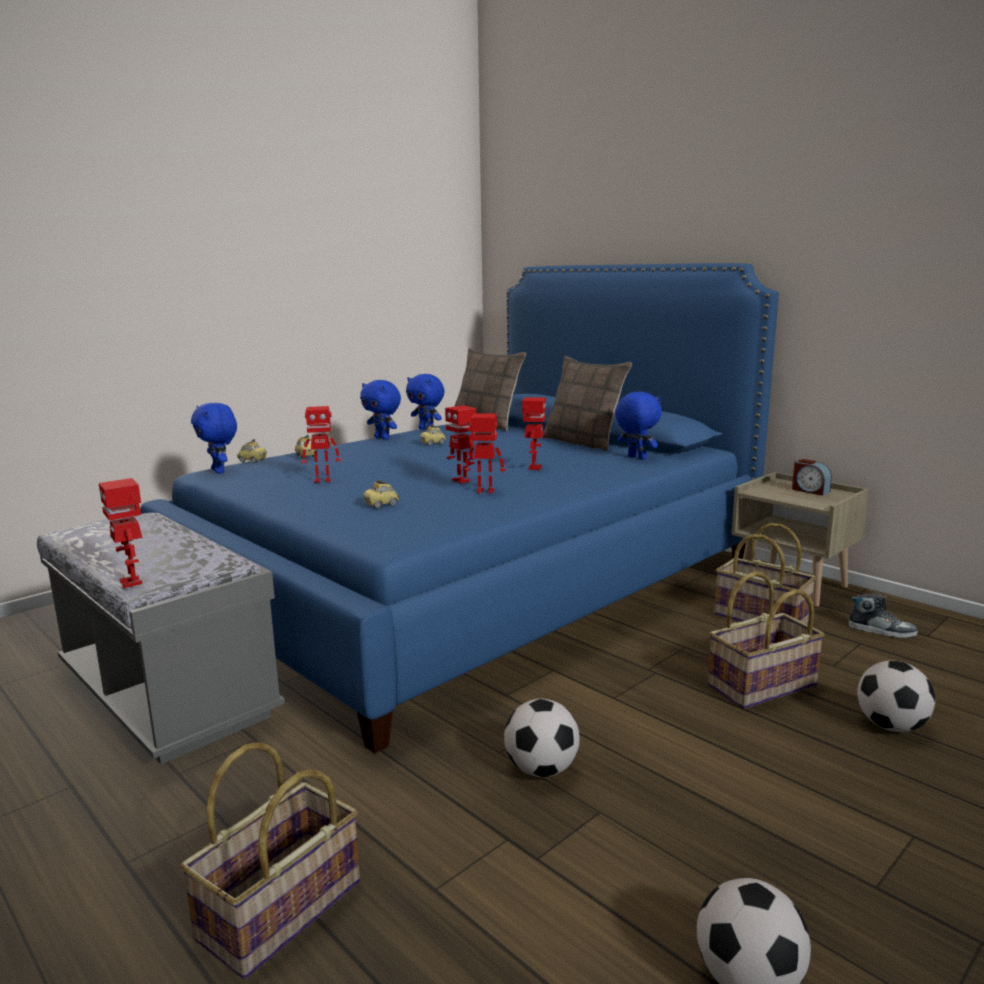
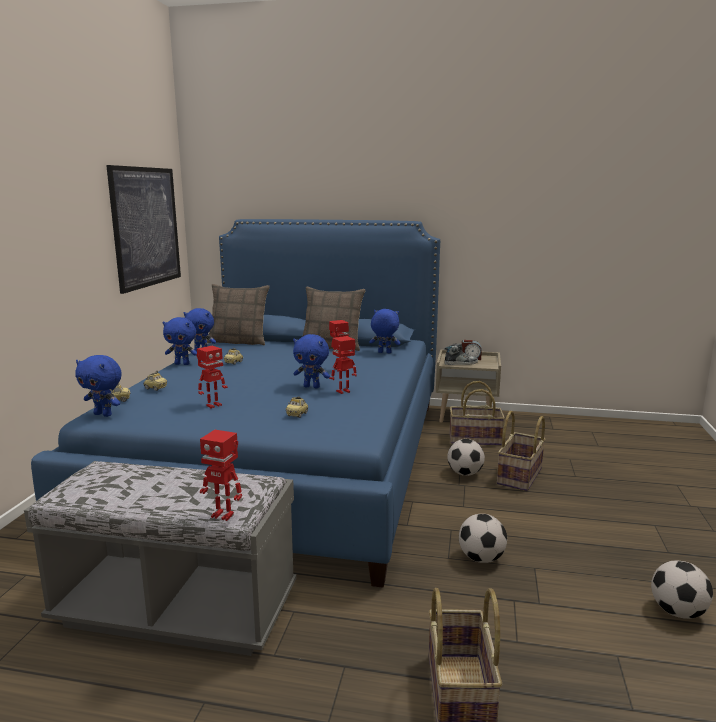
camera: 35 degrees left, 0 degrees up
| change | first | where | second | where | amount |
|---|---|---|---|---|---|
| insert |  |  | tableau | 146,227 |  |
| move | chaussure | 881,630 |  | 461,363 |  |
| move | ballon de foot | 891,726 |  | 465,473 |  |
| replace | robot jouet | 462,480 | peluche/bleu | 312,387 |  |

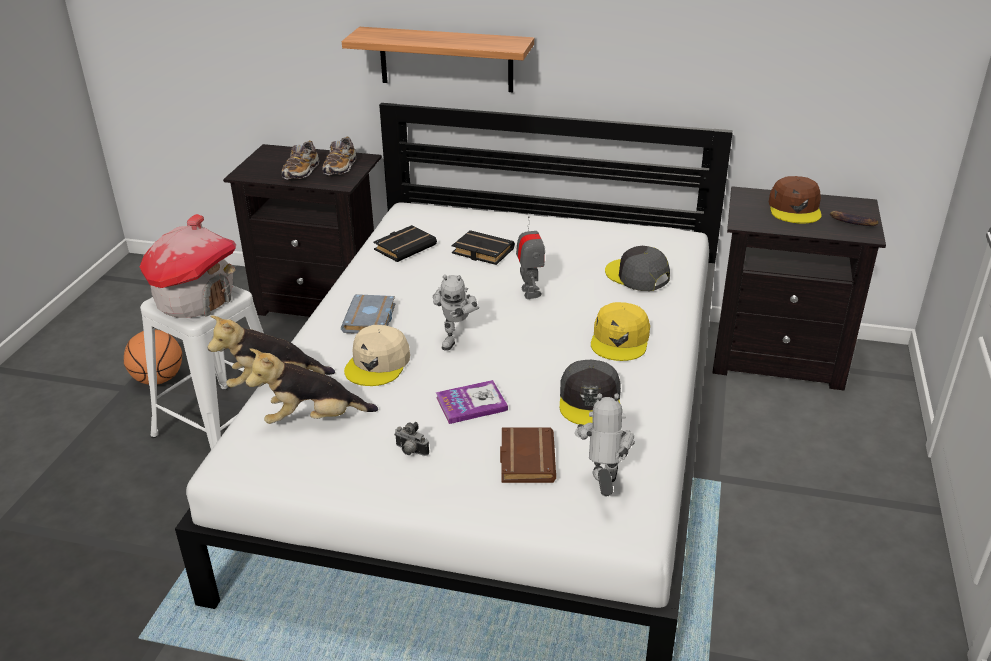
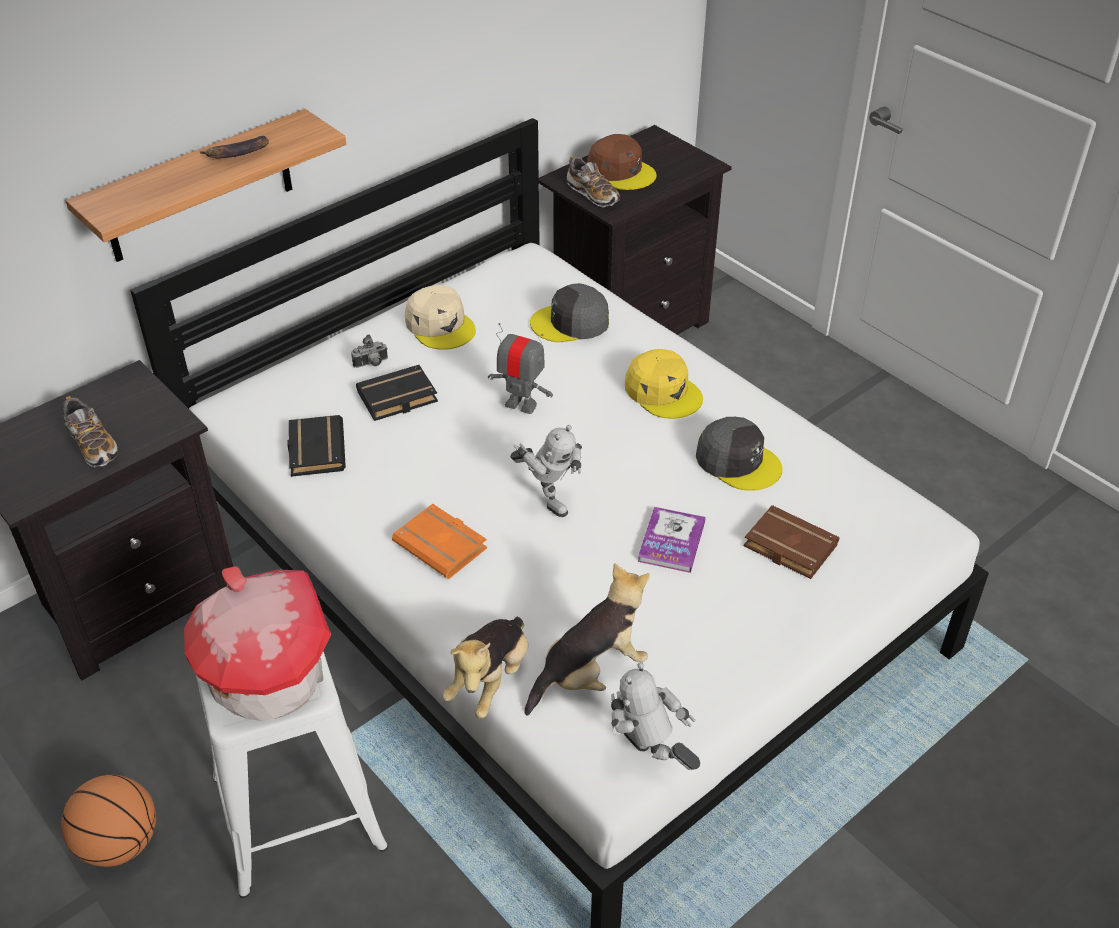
camera: 55 degrees left, 10 degrees up
| change | first | where | second | where | amount |
|---|---|---|---|---|---|
| move | chaussure | 340,167 |  | 593,194 |  |
| move | casquette/beige | 378,363 |  | 440,325 |  |
| move | appareil photo | 410,451 |  | 371,364 |  |
| move | robot jouet | 603,487 |  | 649,759 |  |
| move | banane | 851,222 |  | 237,154 |  |
| recolor | livre/gris | 371,320 | livre/orange | 443,546 |  |
| rotate | peluche | 313,419 |  | 591,673 | 150 degrees counterclockwise |

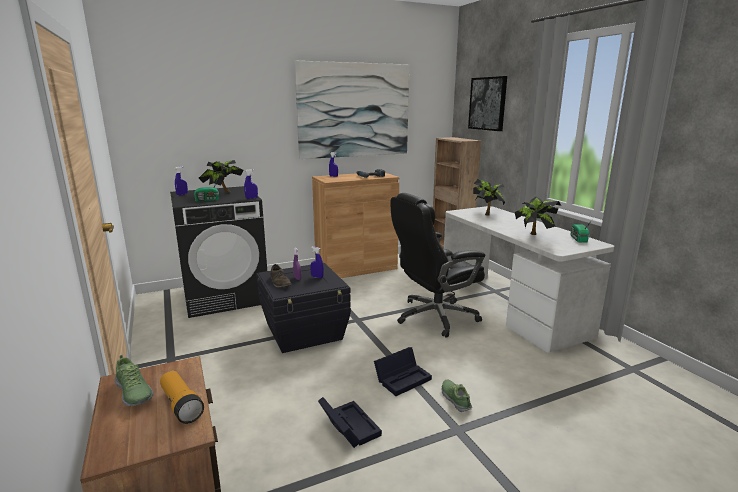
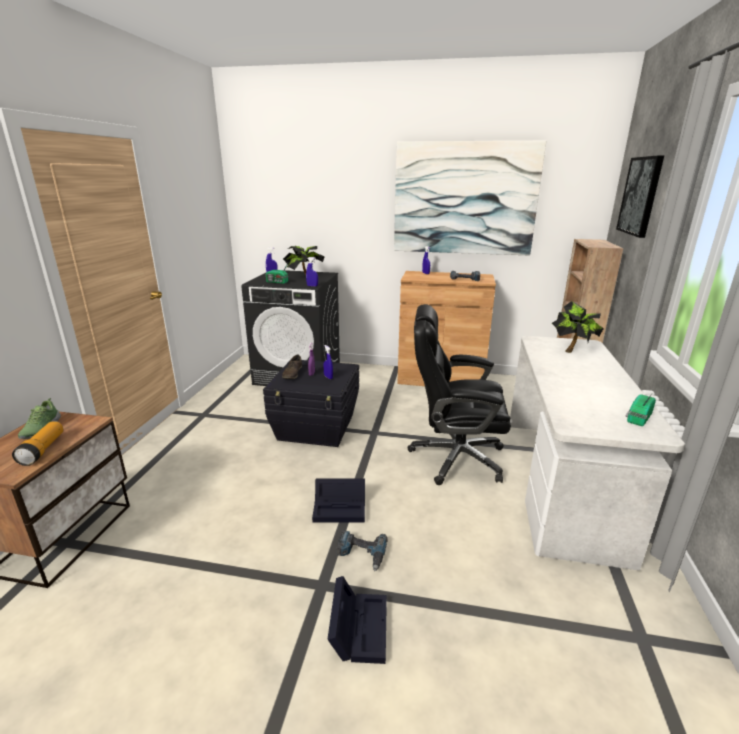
camera: 35 degrees right, 5 degrees up
| change | first | where | second | where | amount |
|---|---|---|---|---|---|
| delete | plante en pot | 534,236 |  |  |  |
| move | boîte de rangement/noir | 348,426 |  | 359,626 |  |
| replace | chaussure | 455,399 | perceuse | 361,554 |  |

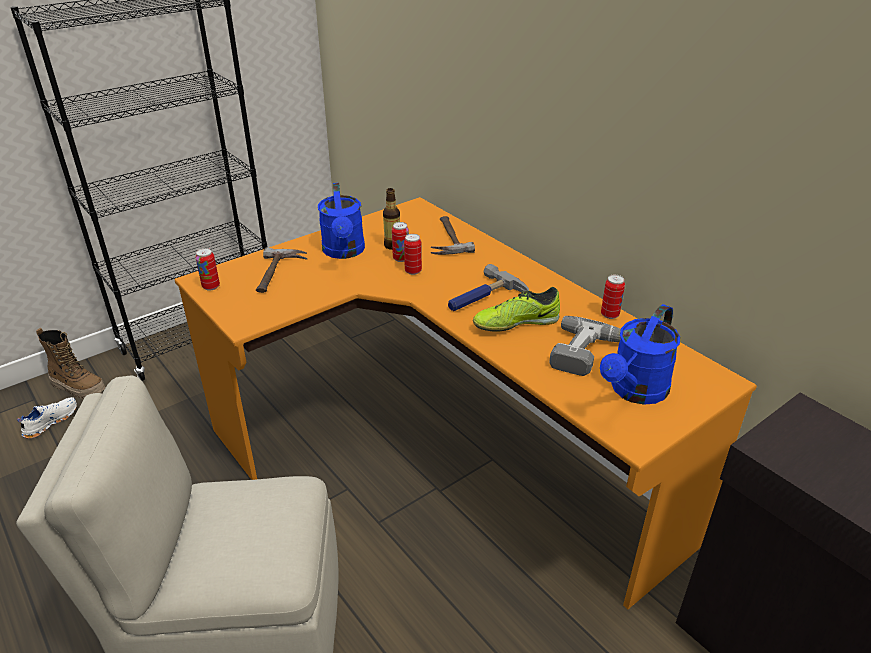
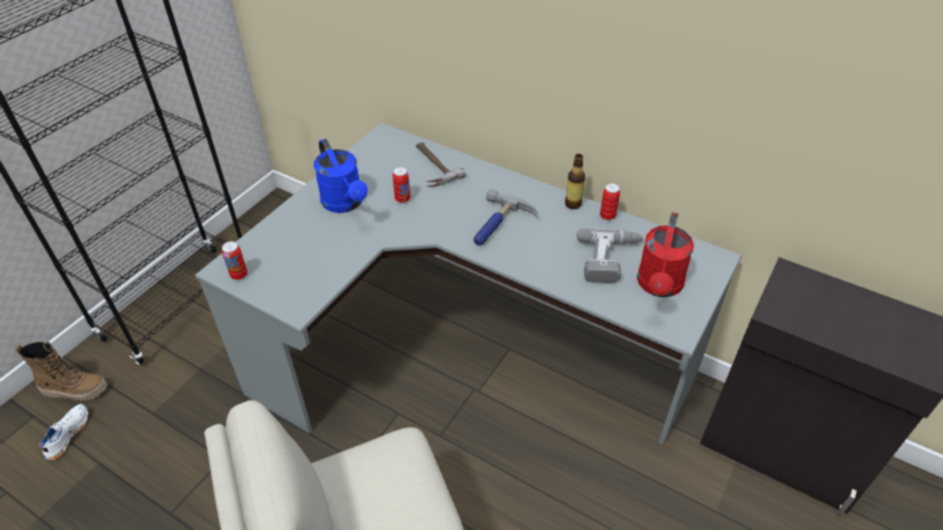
camera: 20 degrees left, 10 degrees up
| change | first | where | second | where | amount |
|---|---|---|---|---|---|
| delete | marteau | 279,274 |  |  |  |
| delete | boîte métallique | 413,271 |  |  |  |
| delete | chaussure | 515,323 |  |  |  |
| move | bouteille | 392,245 |  | 573,204 |  |
| recolor | bureau/orange | 443,449 | bureau/gris | 464,351 |  |
| recolor | arrosoir/bleu | 635,392 | arrosoir/rouge | 659,286 |  |

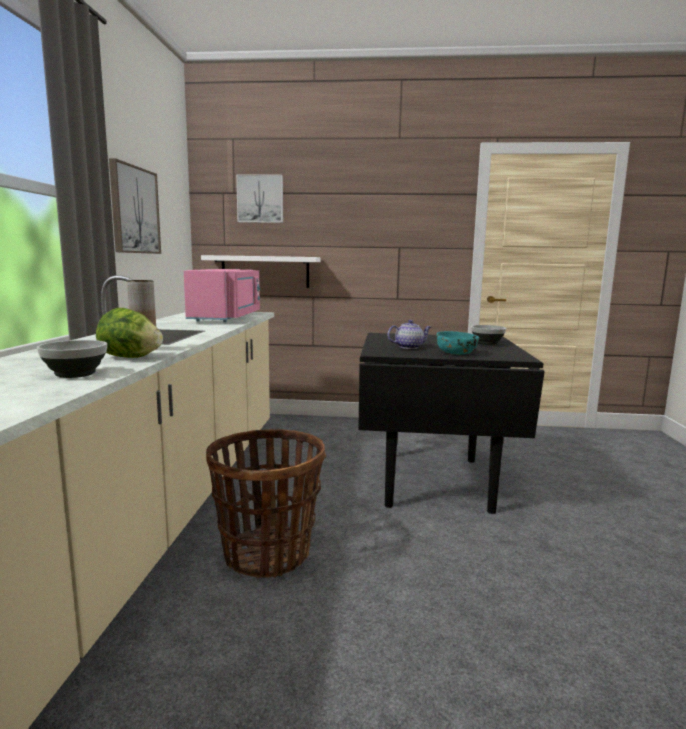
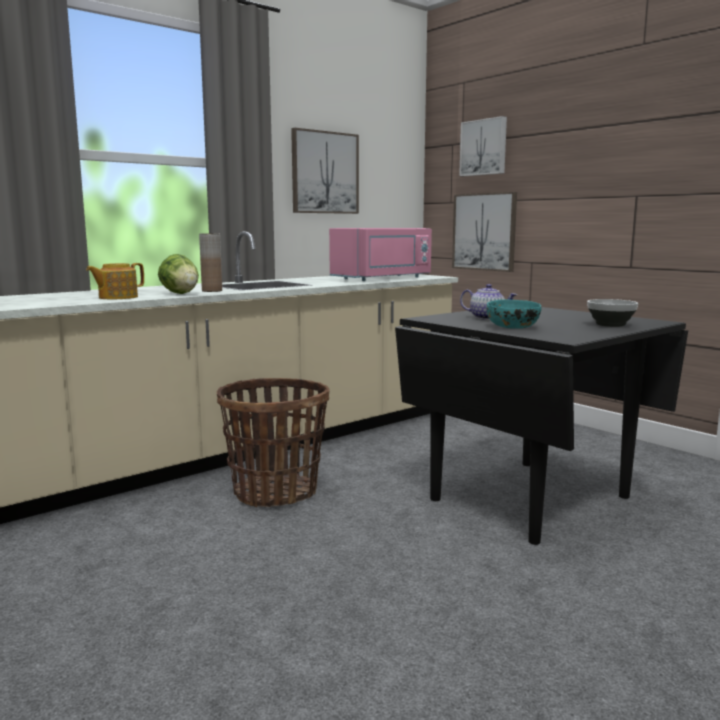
camera: 45 degrees right, 0 degrees up
| change | first | where | second | where | amount |
|---|---|---|---|---|---|
| replace | bol | 75,374 | théière | 117,297 |  |
| replace | étagère/blanc | 265,271 | tableau | 484,232 |  |

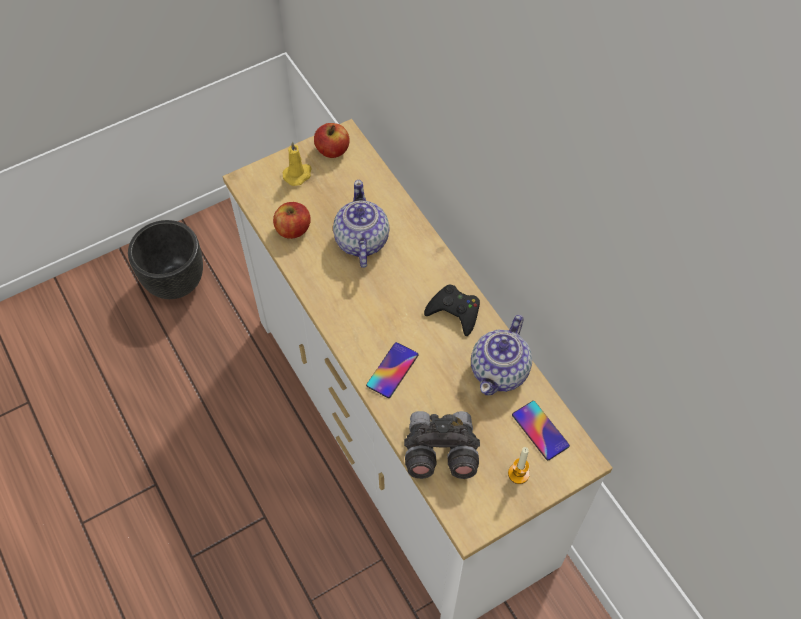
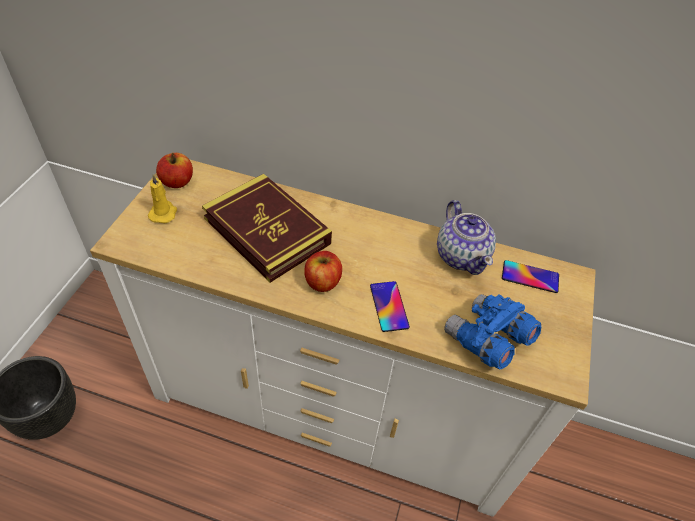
camera: 45 degrees left, 10 degrees down
| change | first | where | second | where | amount |
|---|---|---|---|---|---|
| delete | manette/noir | 454,312 |  |  |  |
| delete | bougie | 518,473 |  |  |  |
| move | pomme | 293,229 |  | 322,282 |  |
| replace | théière | 361,241 | livre | 267,231 |  |
| recolor | jumelles/gris | 439,452 | jumelles/bleu | 487,341 |  |

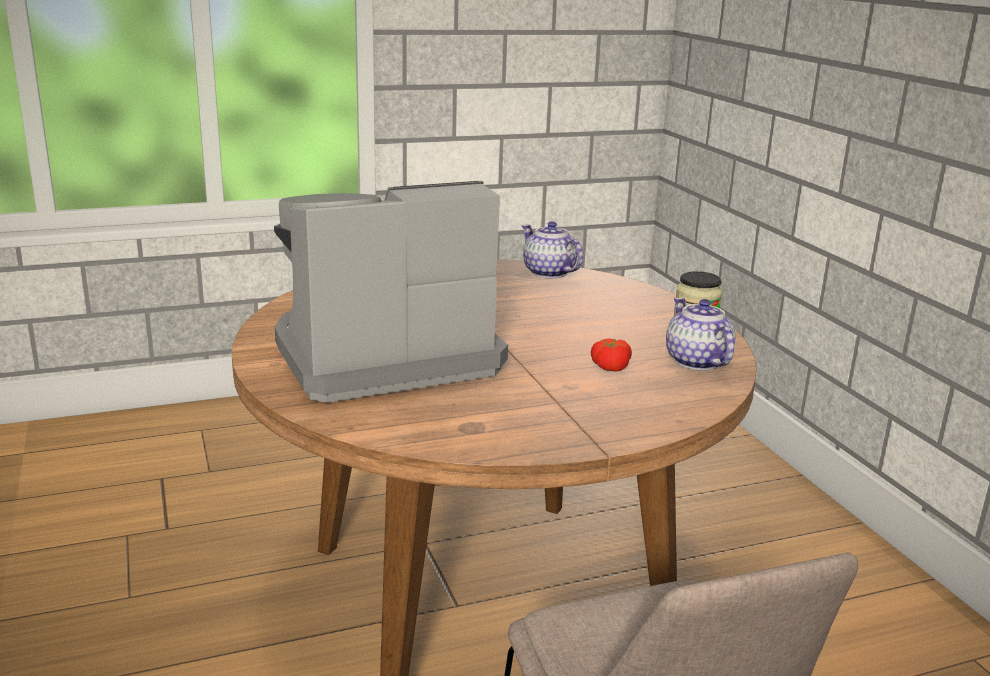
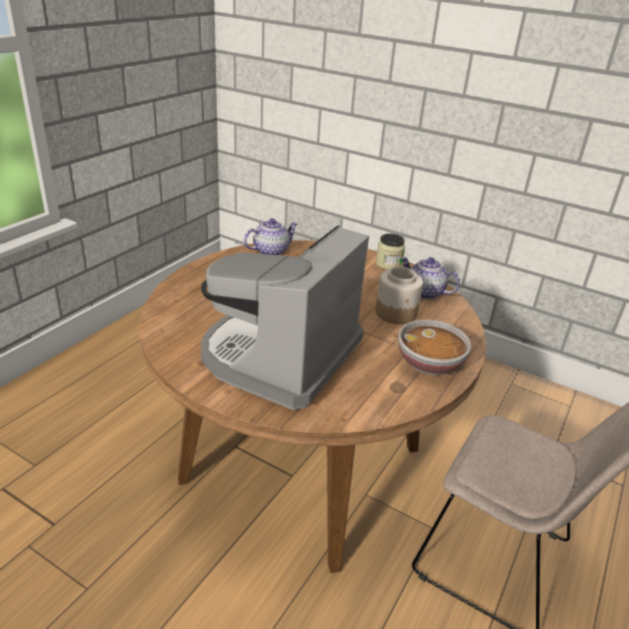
camera: 40 degrees left, 10 degrees up
| change | first | where | second | where | amount |
|---|---|---|---|---|---|
| insert |  |  | bol | 430,364 |  |
| replace | tomate | 609,367 | bocal | 396,313 |  |
| rotate | théière | 548,272 |  | 271,251 | 135 degrees clockwise |

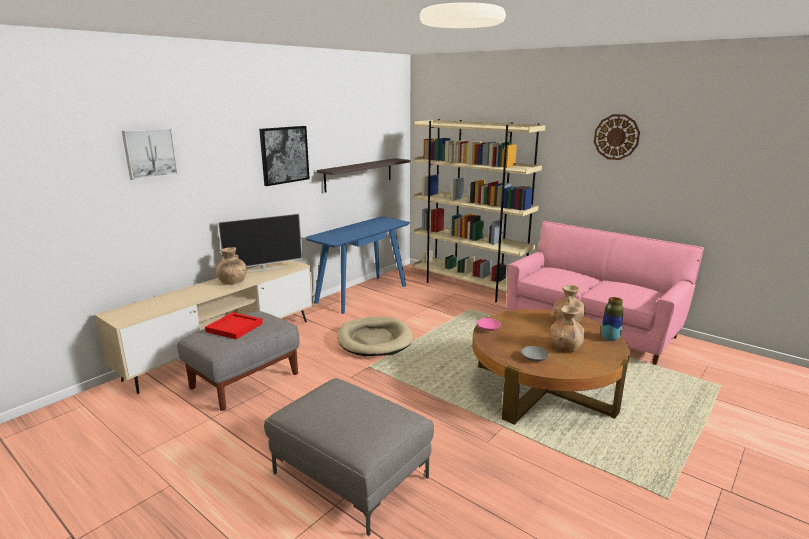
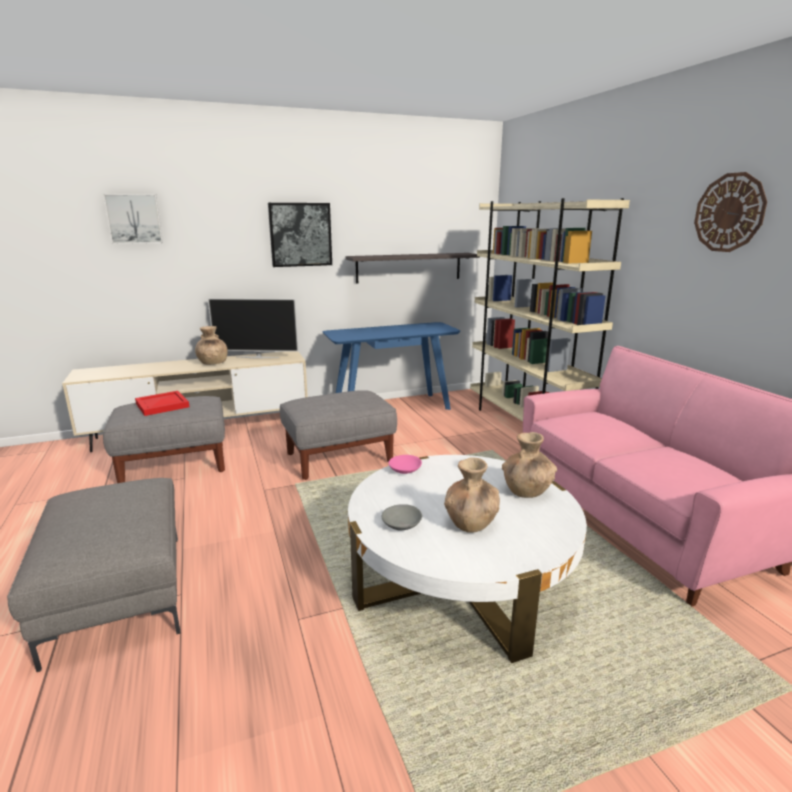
camera: 30 degrees right, 0 degrees up
| change | first | where | second | where | amount |
|---|---|---|---|---|---|
| delete | vase | 610,338 |  |  |  |
| replace | panier pour chien/beige | 374,340 | pouf/gris | 340,458 |  |
| recolor | table basse/marron | 543,388 | table basse/blanc | 460,578 |  |

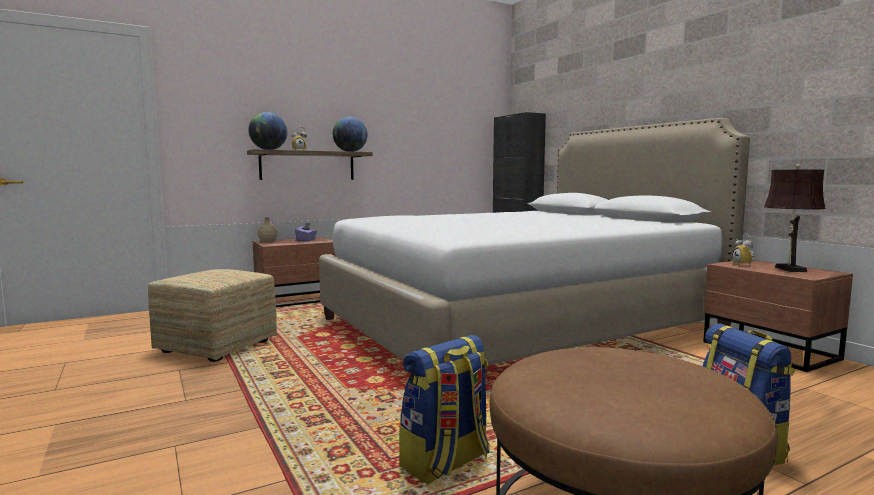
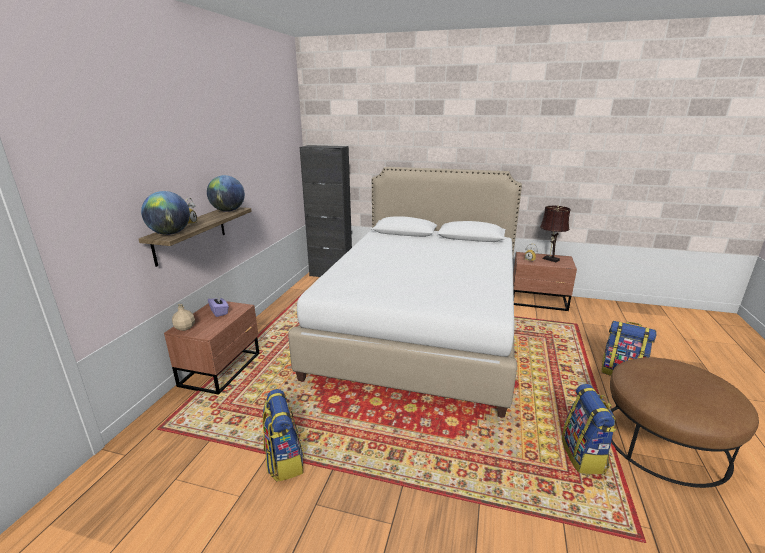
camera: 45 degrees left, 15 degrees up
| change | first | where | second | where | amount |
|---|---|---|---|---|---|
| replace | pouf | 217,346 | sac à dos | 284,460 |  |

